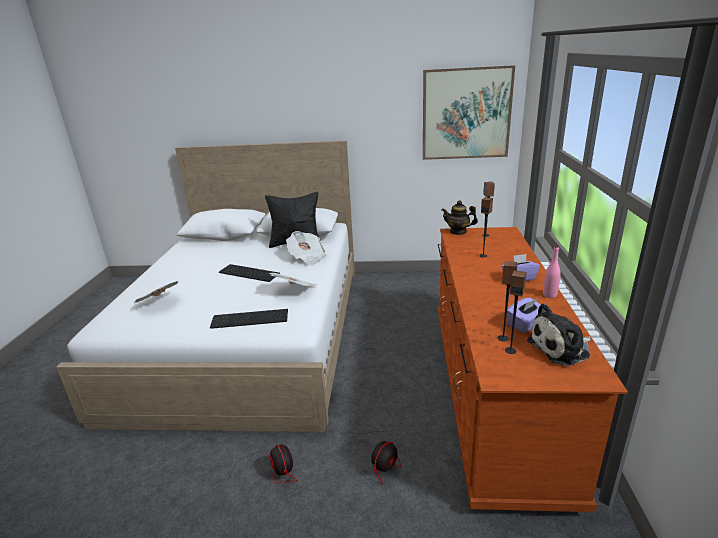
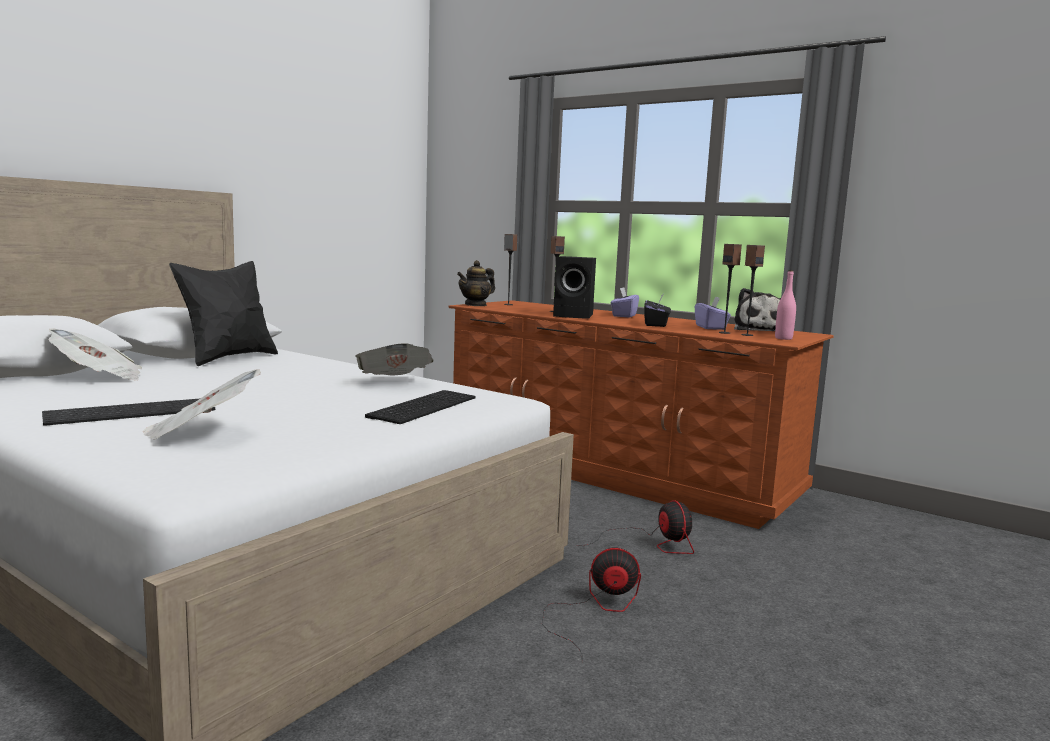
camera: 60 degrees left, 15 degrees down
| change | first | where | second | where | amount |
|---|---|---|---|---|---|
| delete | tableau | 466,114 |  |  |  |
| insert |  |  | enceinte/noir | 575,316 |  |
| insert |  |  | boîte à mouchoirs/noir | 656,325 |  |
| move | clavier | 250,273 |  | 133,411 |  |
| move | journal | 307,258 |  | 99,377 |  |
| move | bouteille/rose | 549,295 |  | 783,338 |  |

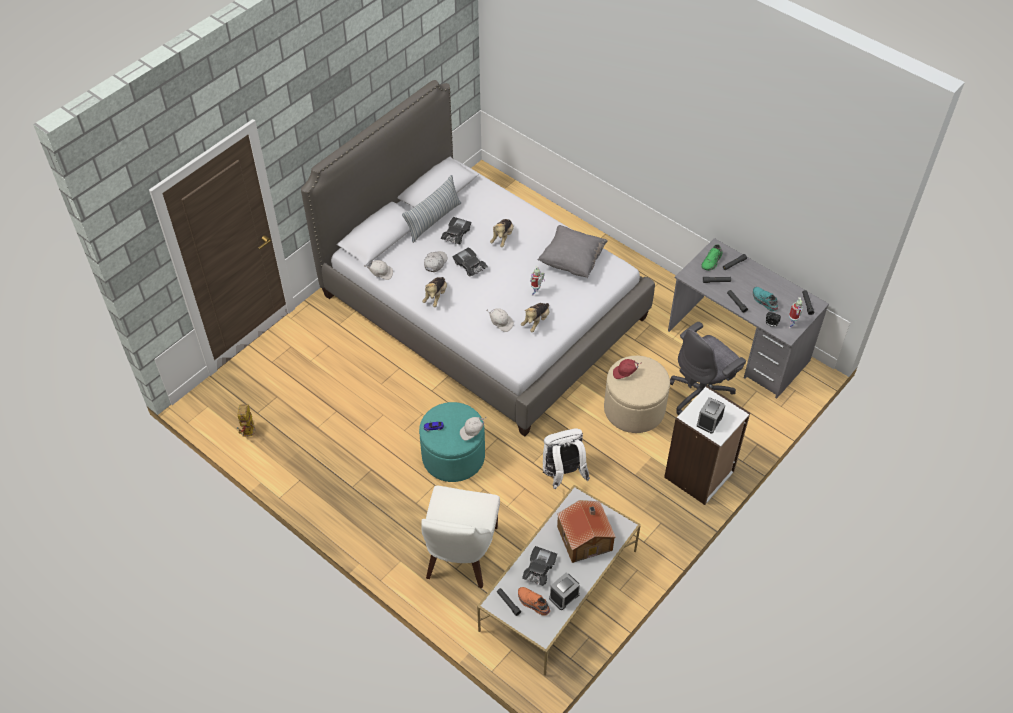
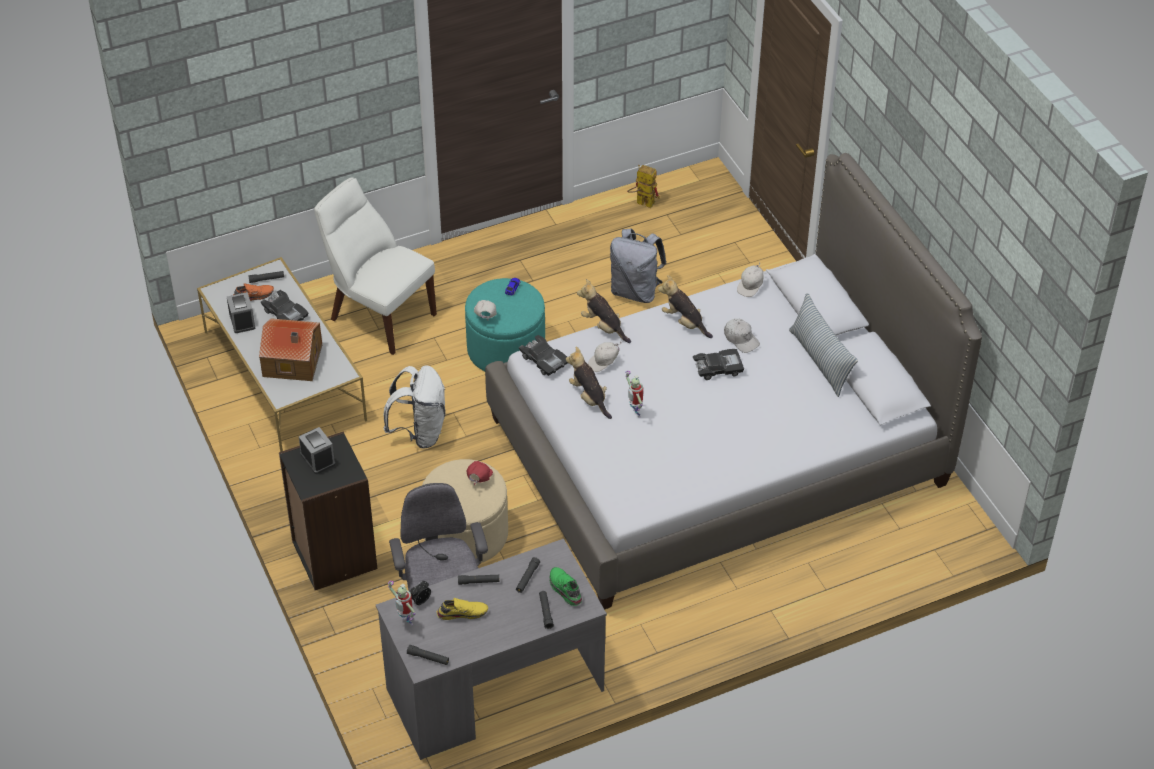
camera: 115 degrees right, 5 degrees down
| change | first | where | second | where | amount |
|---|---|---|---|---|---|
| delete | coussin/gris | 572,261 |  |  |  |
| insert |  |  | sac à dos/gris | 635,291 |  |
| move | petite voiture/noir | 456,234 |  | 544,360 |  |
| move | peluche | 502,238 |  | 603,327 |  |
| recolor | bibliothèque/blanc | 699,475 | bibliothèque/noir | 333,555 |  |
| recolor | chaussure/turquoise | 764,301 | chaussure/jaune | 462,612 |  |

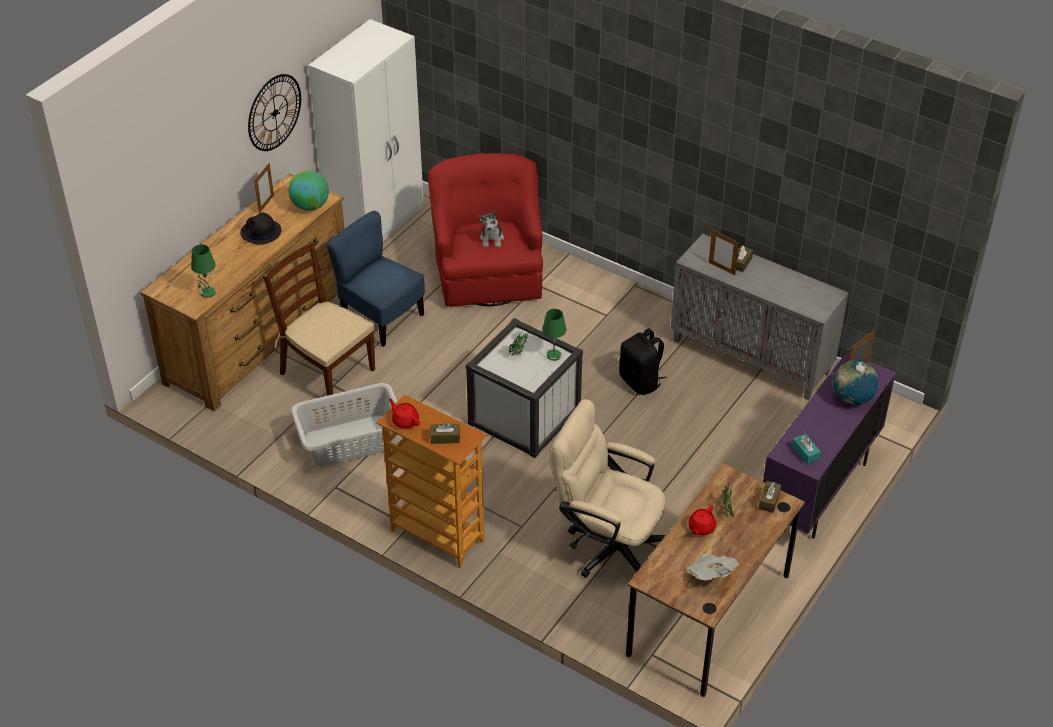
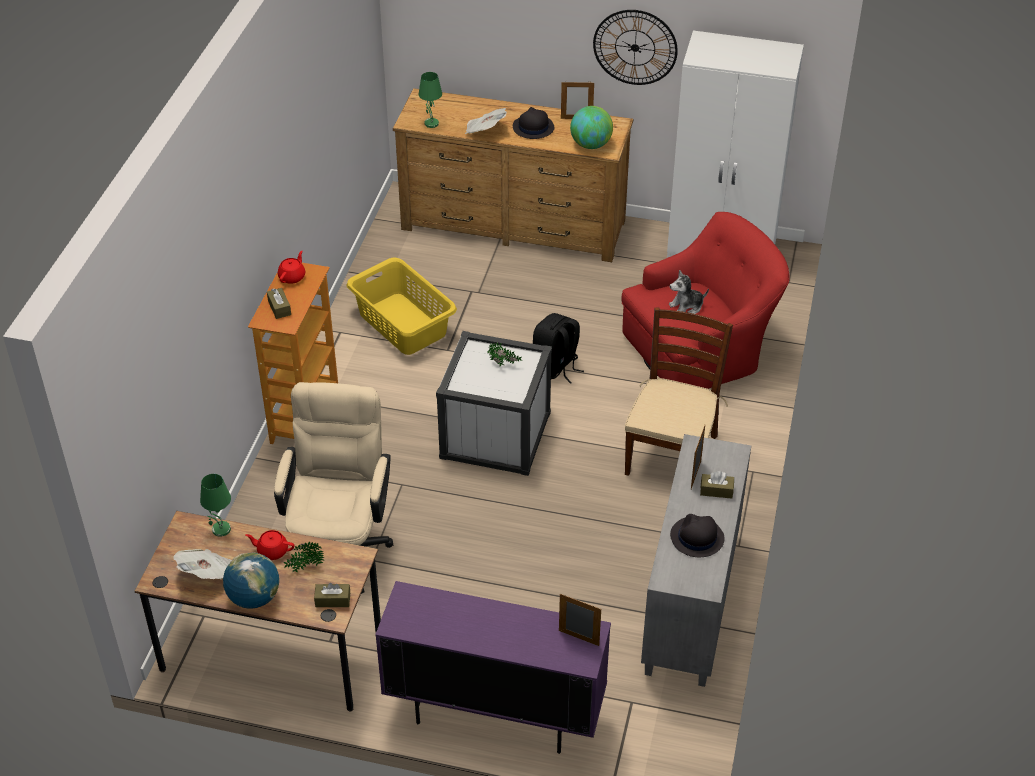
camera: 70 degrees right, 0 degrees up
| change | first | where | second | where | amount |
|---|---|---|---|---|---|
| delete | chaise/bleu | 381,318 |  |  |  |
| delete | boîte à mouchoirs/turquoise | 805,453 |  |  |  |
| insert |  |  | journal | 485,130 |  |
| insert |  |  | chapeau/noir | 696,537 |  |
| move | chaise/marron | 326,371 |  | 671,454 |  |
| move | lampe de table/vert | 554,356 |  | 221,530 |  |
| move | sac à dos/noir | 641,382 |  | 556,368 |  |
| move | globe | 852,398 |  | 254,598 |  |
| recolor | panier à linge/gris | 351,441 | panier à linge/jaune | 402,324 |  |

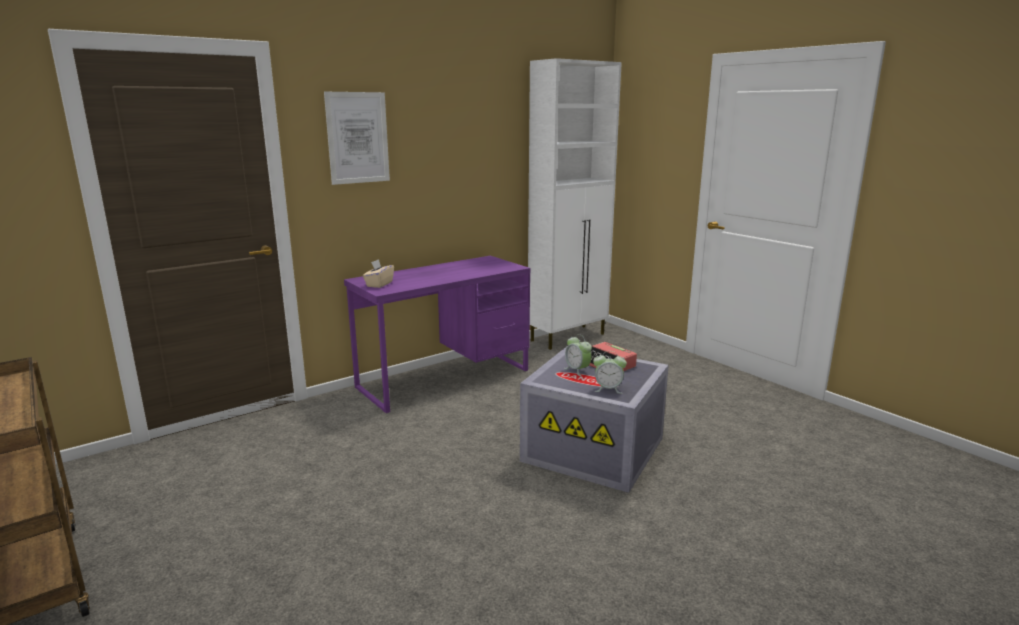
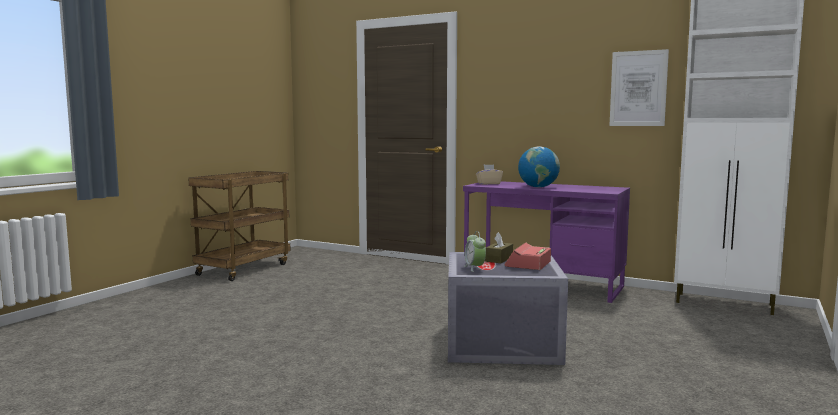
camera: 65 degrees right, 10 degrees down
| change | first | where | second | where | amount |
|---|---|---|---|---|---|
| insert |  |  | globe | 538,187 |  |
| move | tableau | 357,138 |  | 638,88 |  |
| replace | réveil | 577,370 | boîte à mouchoirs/marron | 499,259 |  |

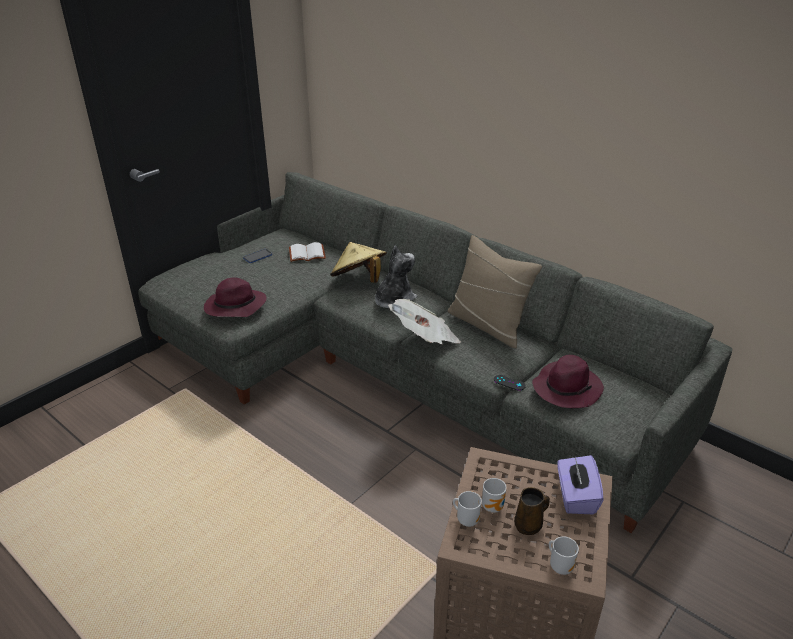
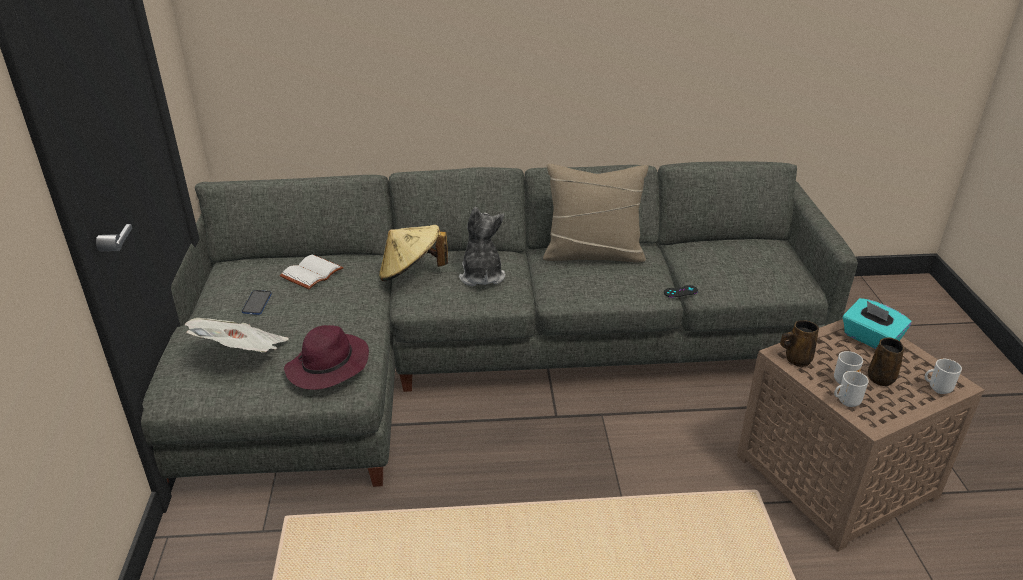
camera: 45 degrees left, 0 degrees up
| change | first | where | second | where | amount |
|---|---|---|---|---|---|
| delete | chapeau/violet | 566,388 |  |  |  |
| insert |  |  | mug/marron | 796,359 |  |
| move | journal | 425,338 |  | 243,354 |  |
| recolor | boîte à mouchoirs/violet | 575,497 | boîte à mouchoirs/turquoise | 870,339 |  |

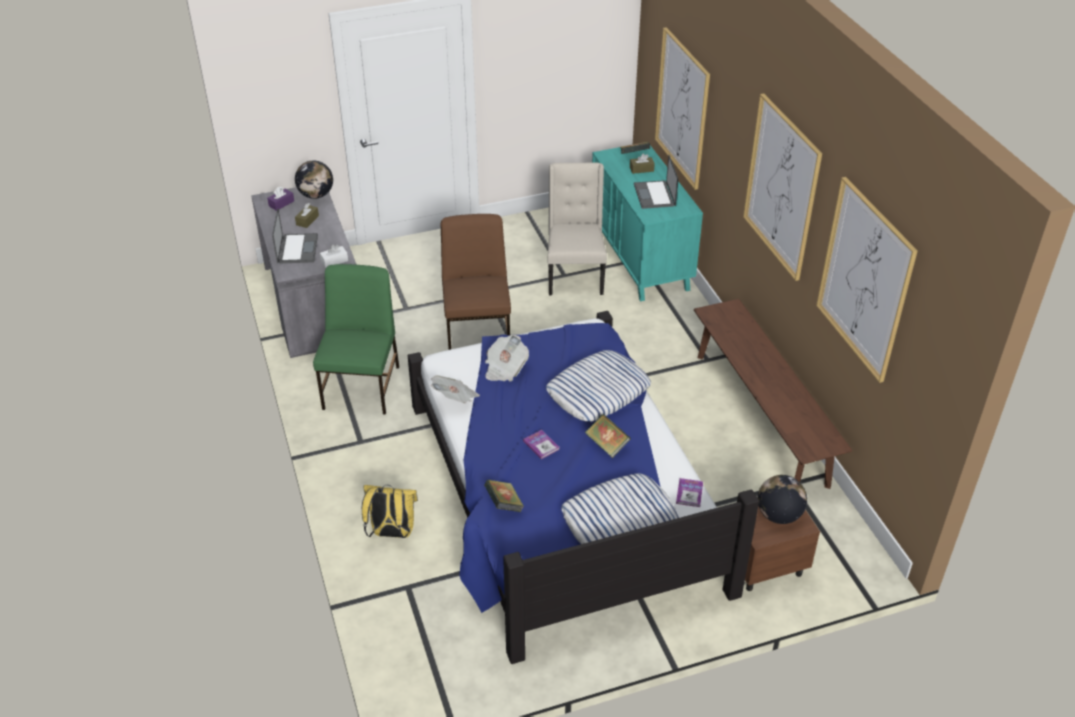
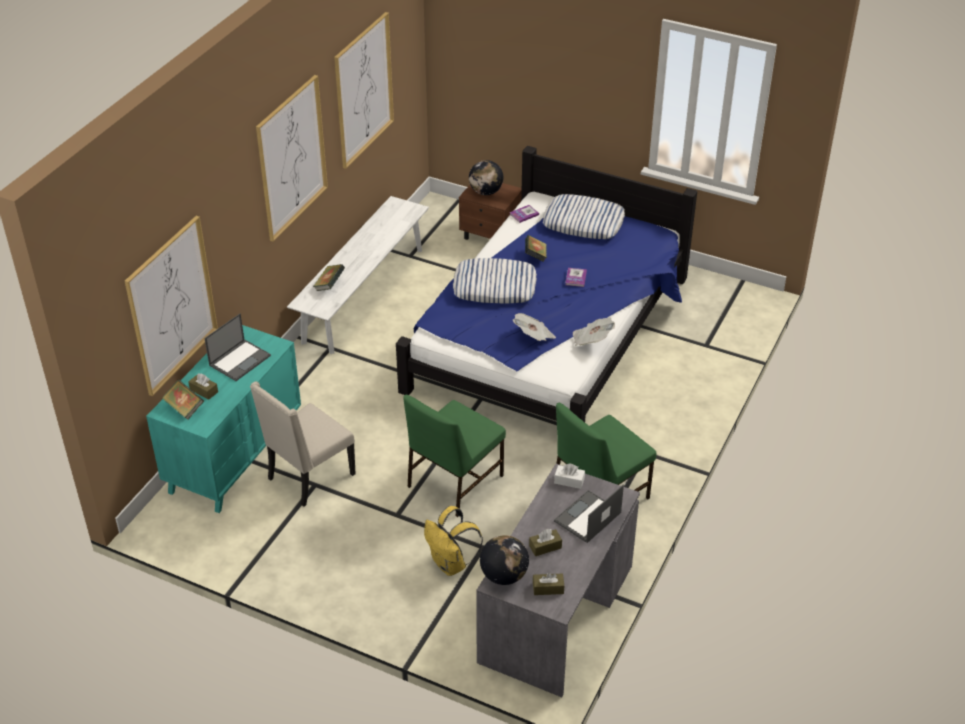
camera: 135 degrees left, 0 degrees up
| change | first | where | second | where | amount |
|---|---|---|---|---|---|
| move | sac à dos/jaune | 391,533 |  | 451,564 |  |
| move | livre | 504,504 |  | 329,285 |  |
| recolor | boîte à mouchoirs/violet | 281,203 | boîte à mouchoirs/marron | 548,588 |  |
| recolor | chaise/marron | 478,332 | chaise/vert | 453,482 |  |
| recolor | banc/marron | 760,418 | banc/blanc | 363,295 |  |

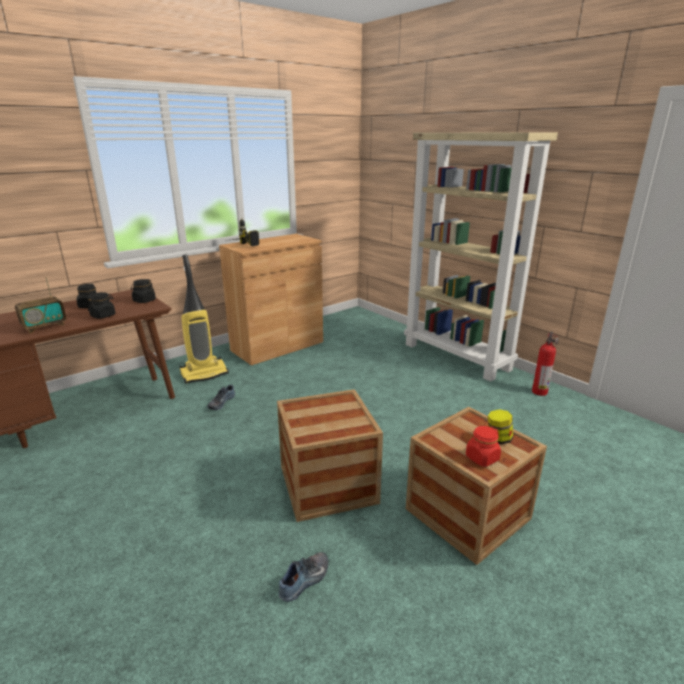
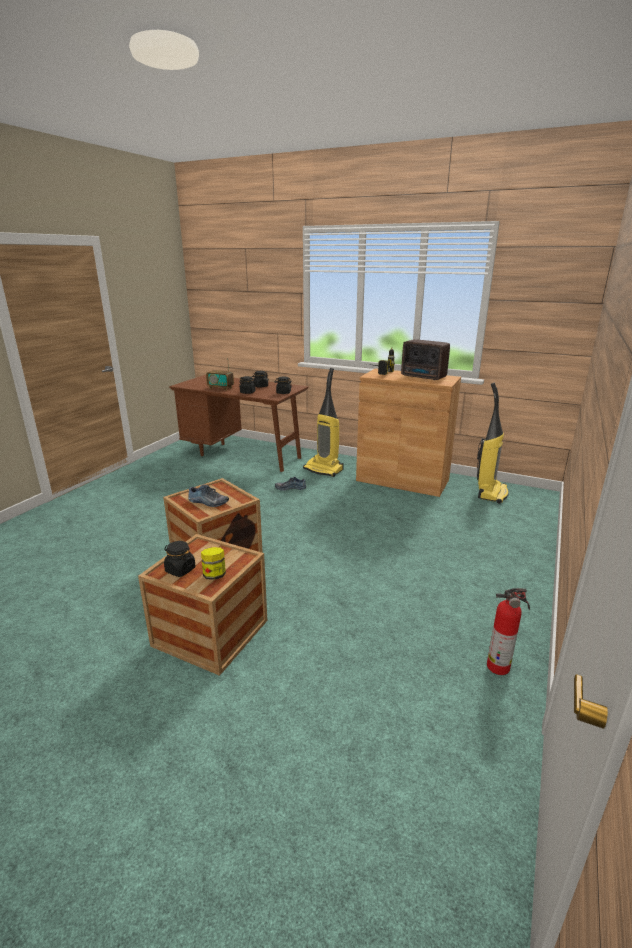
camera: 65 degrees right, 0 degrees up
| change | first | where | second | where | amount |
|---|---|---|---|---|---|
| delete | bibliothèque/beige | 457,357 |  |  |  |
| insert |  |  | radio | 424,377 |  |
| insert |  |  | aspirateur | 491,493 |  |
| move | chaussure | 305,580 |  | 208,502 |  |
| recolor | bocal/rouge | 482,458 | bocal/noir | 180,570 |  |

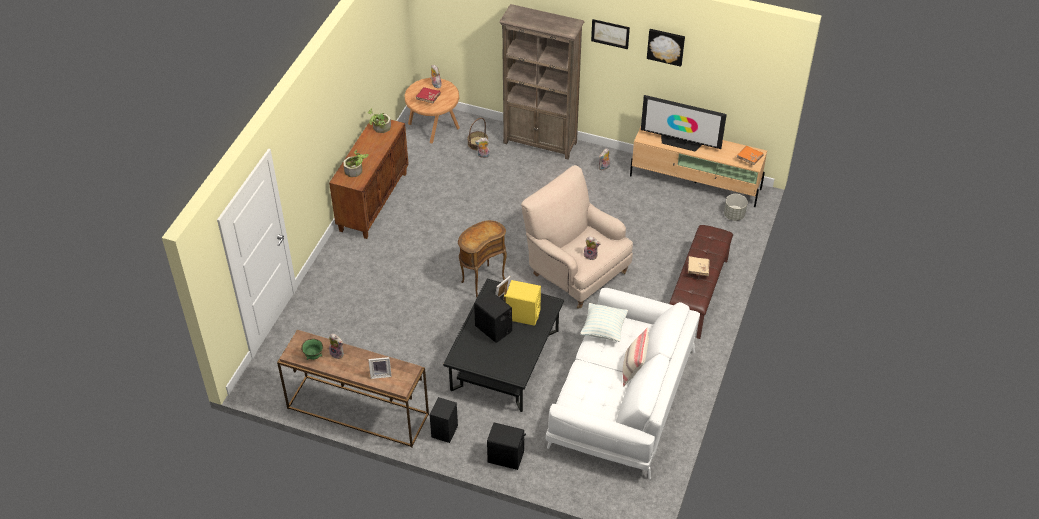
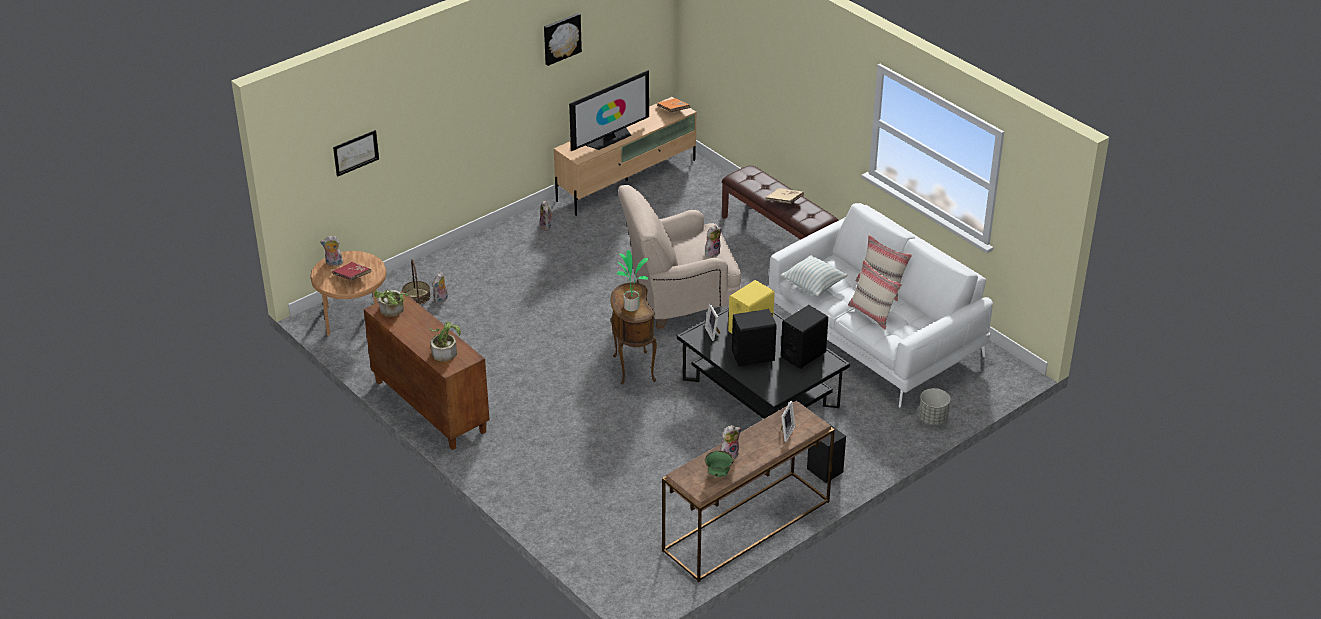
camera: 60 degrees left, 10 degrees down
| change | first | where | second | where | amount |
|---|---|---|---|---|---|
| delete | bibliothèque/marron | 540,143 |  |  |  |
| insert |  |  | plante en pot | 631,306 |  |
| insert |  |  | coussin/beige | 872,314 |  |
| move | enceinte/noir | 506,457 |  | 803,354 |  |
| move | tableau | 610,33 |  | 356,152 |  |
| move | cache-pot/gris | 734,215 |  | 933,419 |  |

